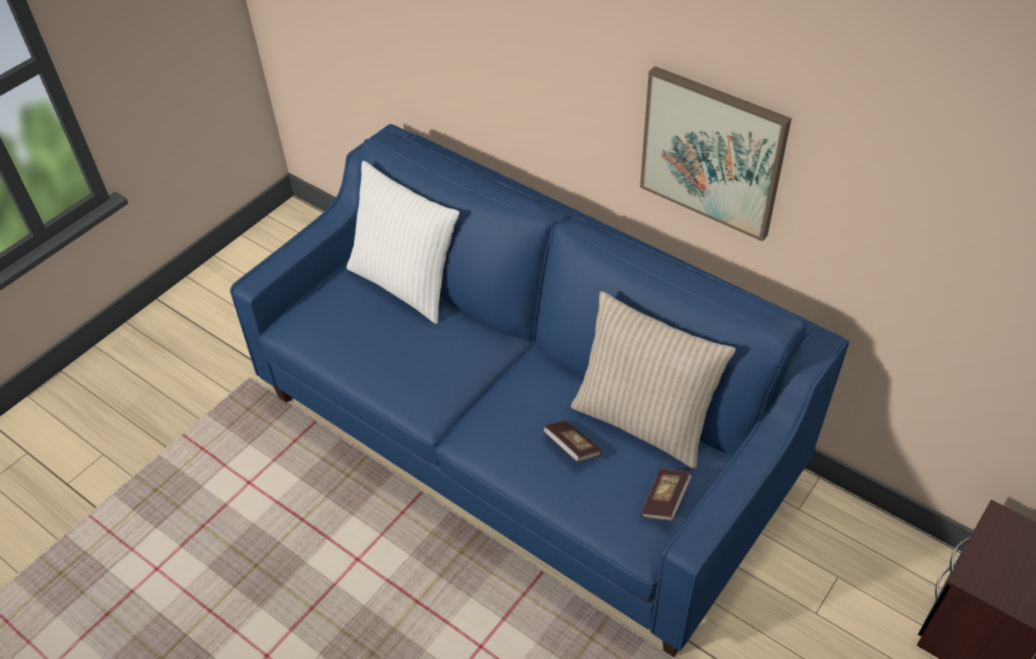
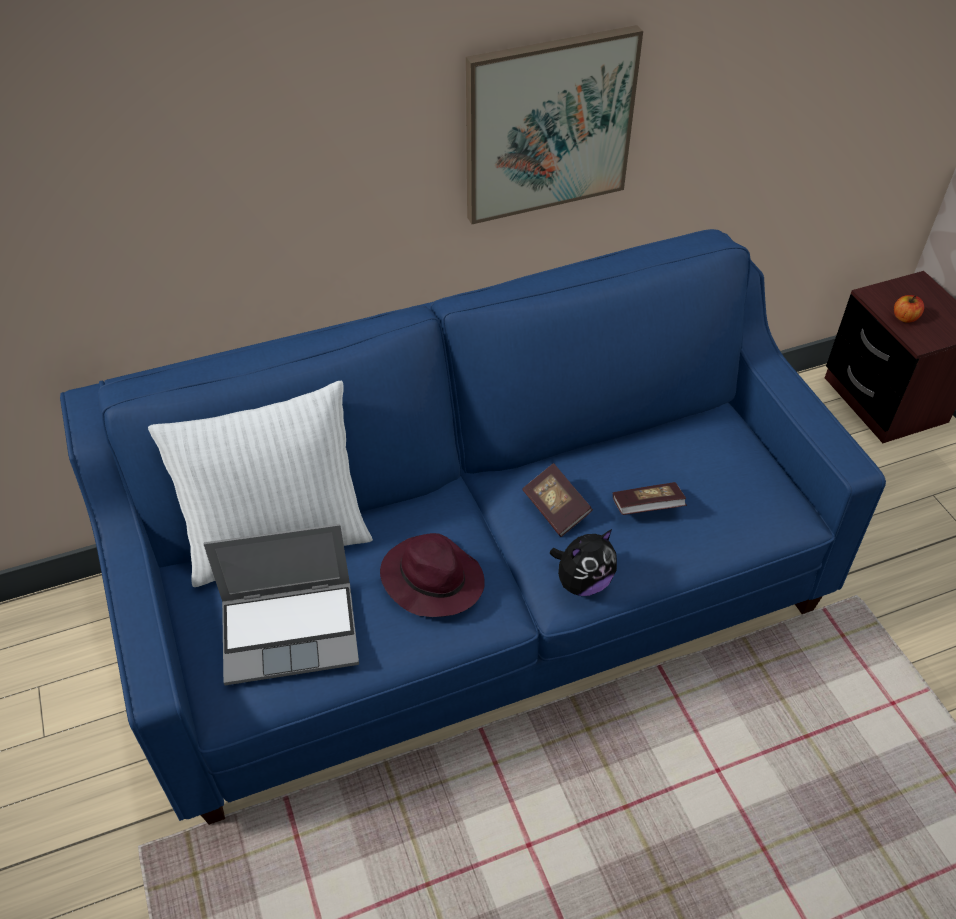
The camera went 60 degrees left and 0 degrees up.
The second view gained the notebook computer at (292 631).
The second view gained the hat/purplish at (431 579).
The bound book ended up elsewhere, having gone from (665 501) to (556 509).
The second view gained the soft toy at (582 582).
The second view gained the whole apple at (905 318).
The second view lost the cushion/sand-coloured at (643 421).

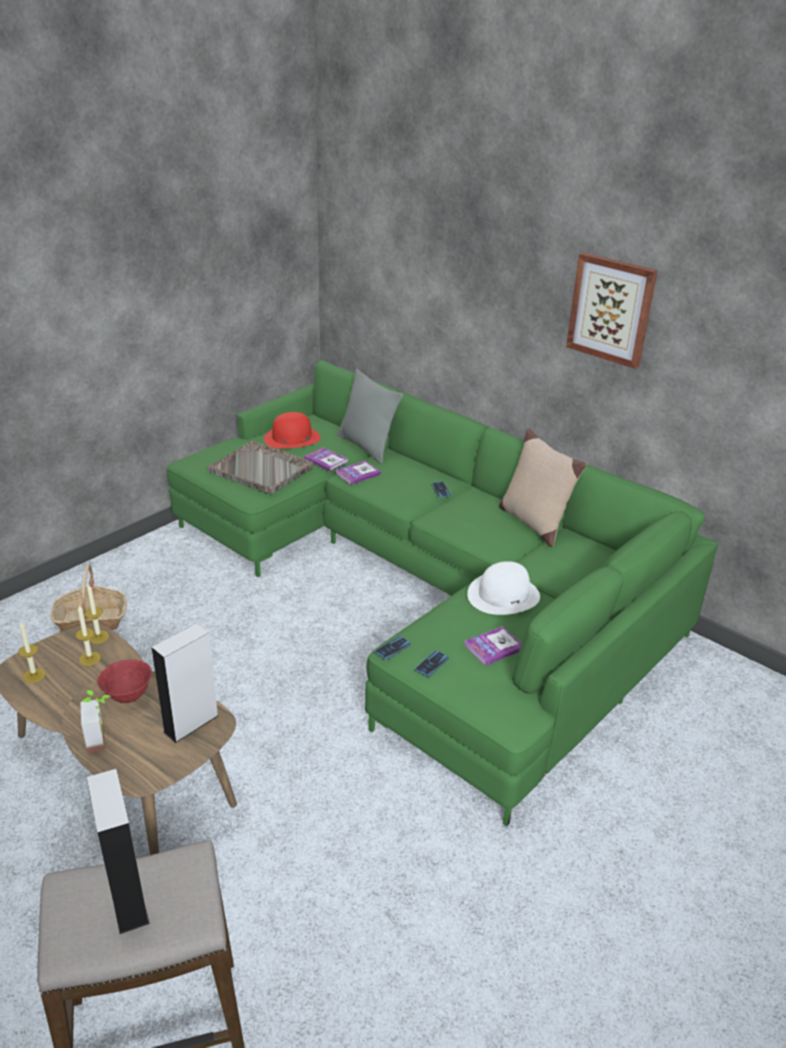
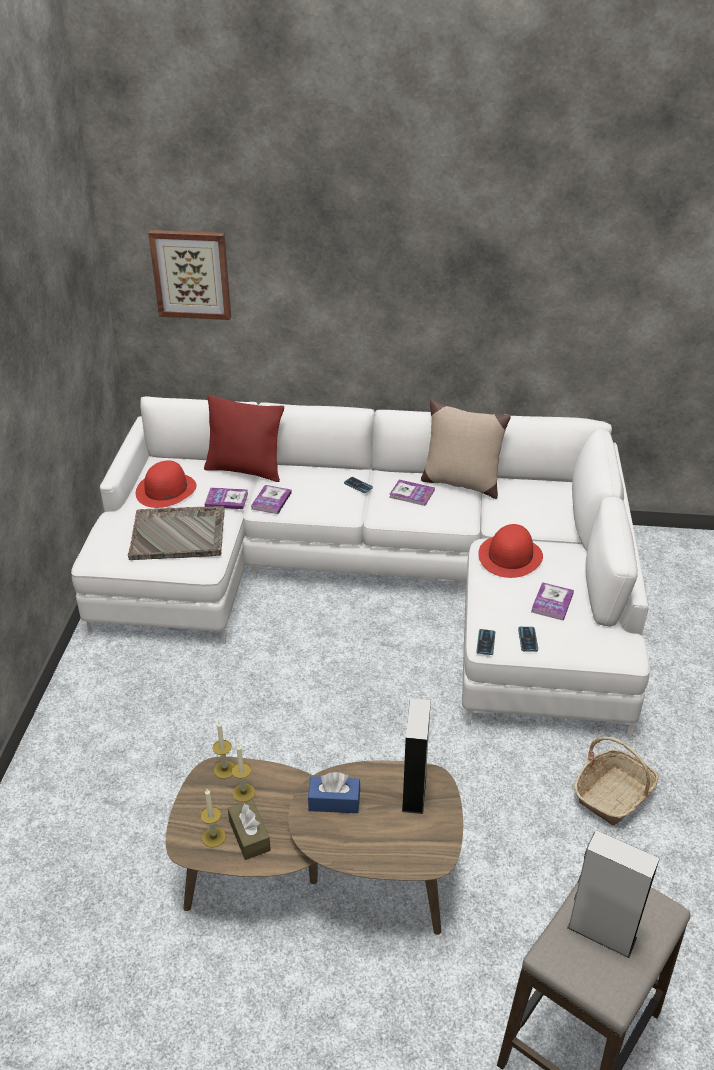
The camera went 35 degrees left and 5 degrees up.
What was the sofa/greenish at (426 588) turned into the sofa/whitish at (378 581).
The wall art ended up elsewhere, having gone from (611 309) to (191 274).
What was the cushion/greyish at (366 447) turned into the cushion/reddish at (245 470).
The second view gained the box of tissues/brown at (249 836).
Where the deep dish/reddish stood at (127 696), the box of tissues/blue came to stand at (334 801).
The second view gained the bound book at (411 494).
What was the hat/whitish at (503 594) turned into the hat/reddish at (510 556).
The storage basket ended up elsewhere, having gone from (91 620) to (613 794).
The second view lost the plant in a pot at (102 738).

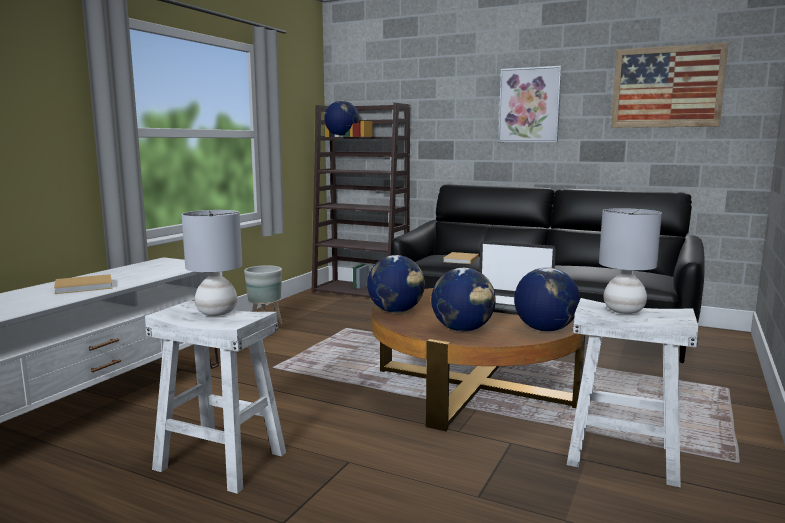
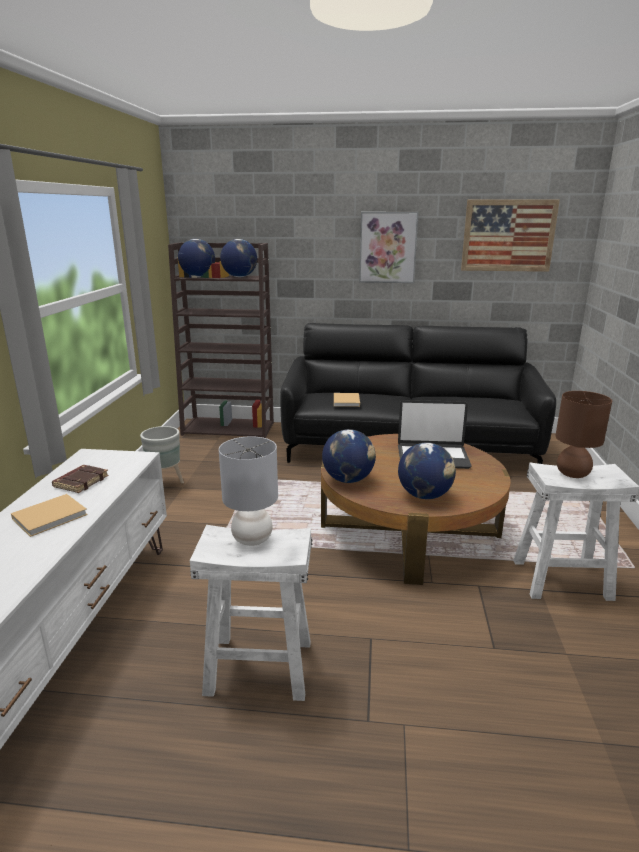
The camera went 20 degrees left and 10 degrees up.
The second view gained the bound book/brown at (81 482).
The globe ended up elsewhere, having gone from (545 329) to (239 277).
What was the lamp for a table/greyish at (623 310) turned into the lamp for a table/brown at (572 474).

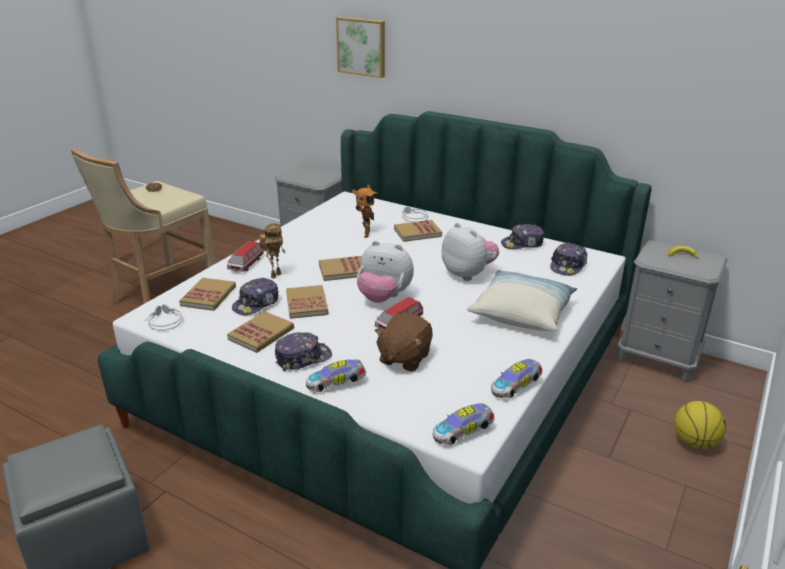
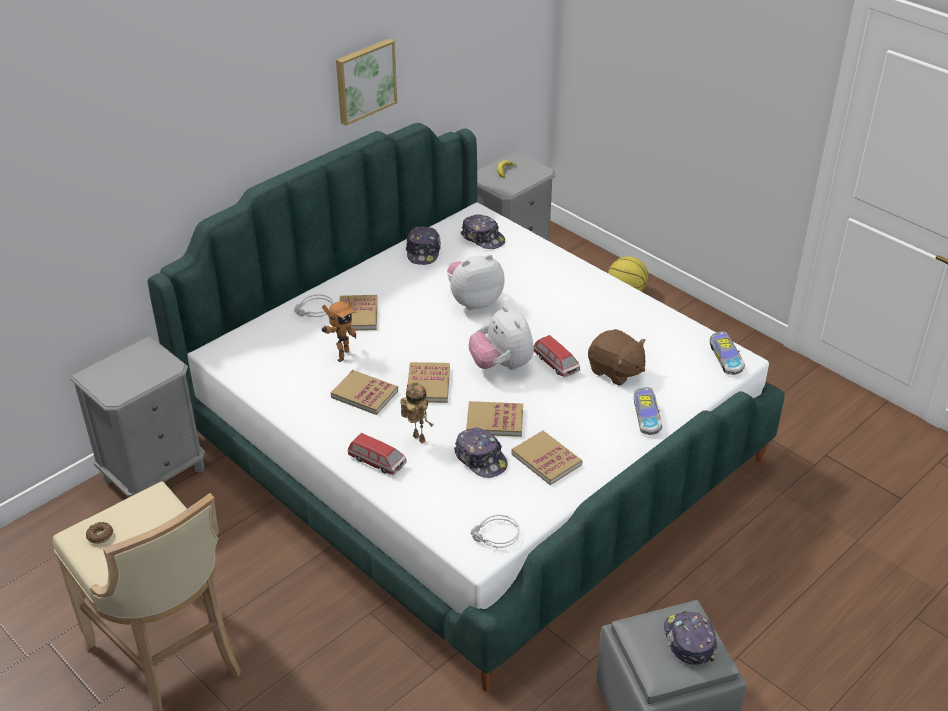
The camera went 75 degrees left and 10 degrees up.
The model robot at (364 234) ended up facing another way, 90 degrees clockwise from before.
The bound book ended up elsewhere, having gone from (208 296) to (364 394).
The wall art ended up elsewhere, having gone from (362 46) to (364 80).
The soft toy at (384 298) ended up facing another way, 120 degrees clockwise from before.
The baseball cap ended up elsewhere, having gone from (303 358) to (688 641).
The second view lost the cushion at (521 313).
The second view lost the toy car at (516 386).

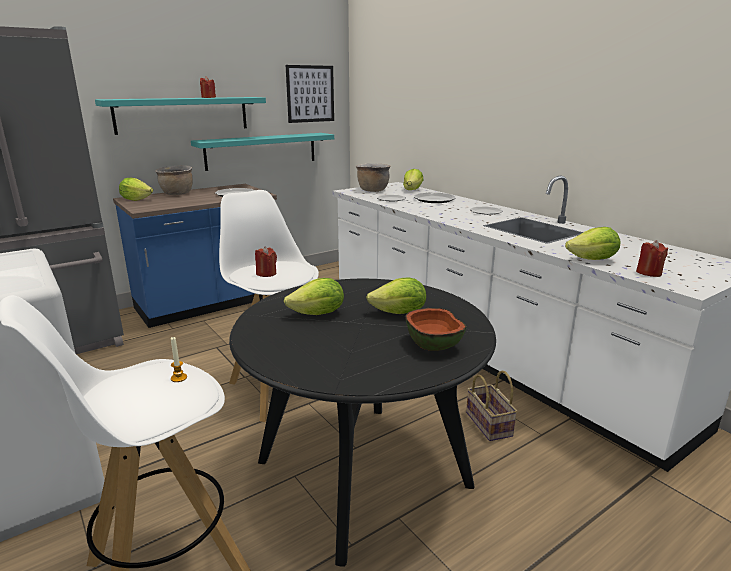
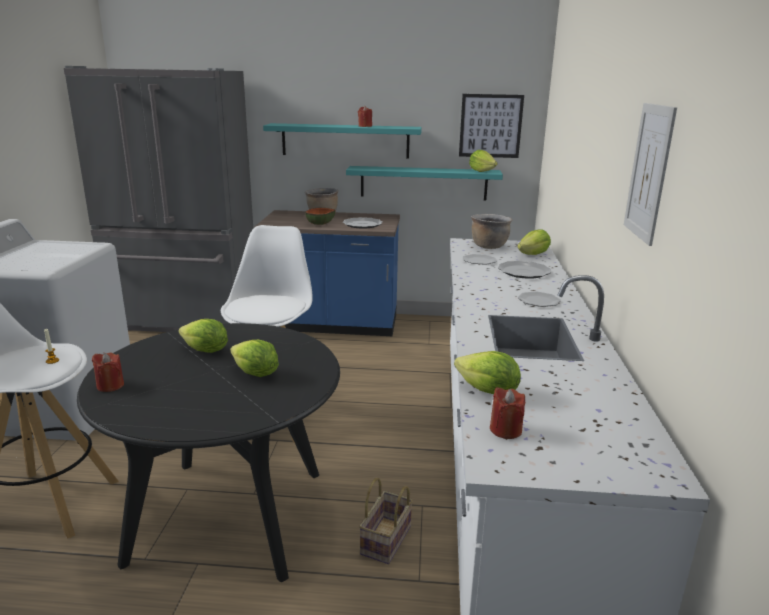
The camera went 40 degrees right and 0 degrees up.
The wax light/reddish ended up elsewhere, having gone from (266 273) to (110 385).
The deep dish ended up elsewhere, having gone from (434 345) to (320 224).
The lettuce head ended up elsewhere, having gone from (136 199) to (481 171).
The second view gained the wall art at (649 172).

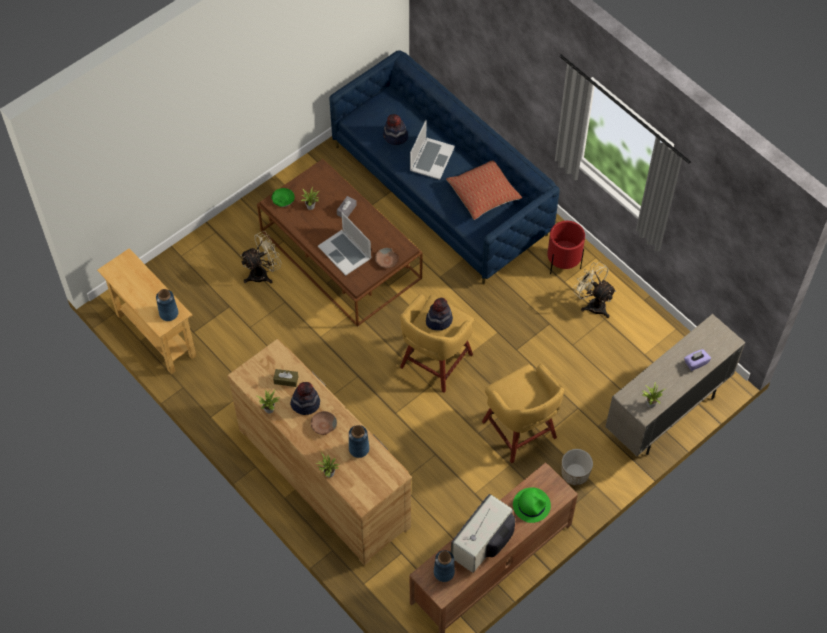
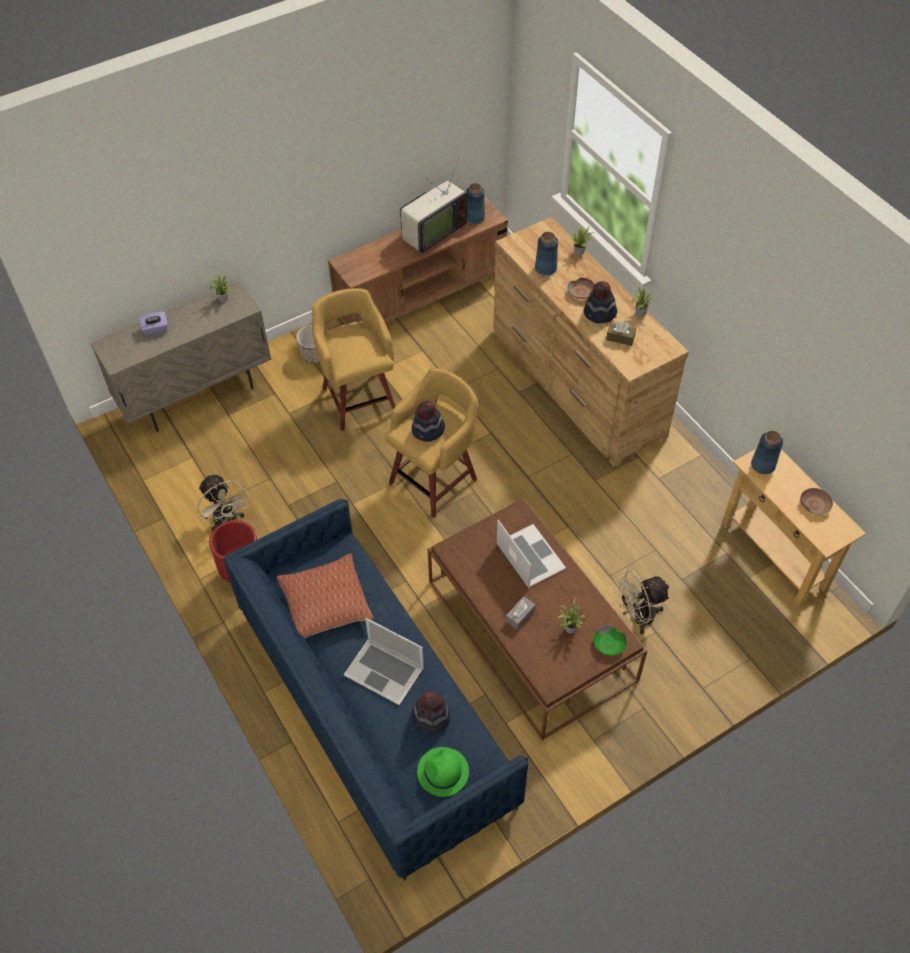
The camera went 170 degrees left and 5 degrees down.
The notebook computer at (431 158) ended up facing another way, 90 degrees counterclockwise from before.
The hat/greenish ended up elsewhere, having gone from (531 505) to (442 772).
The deep dish/brown ended up elsewhere, having gone from (387 261) to (814 504).

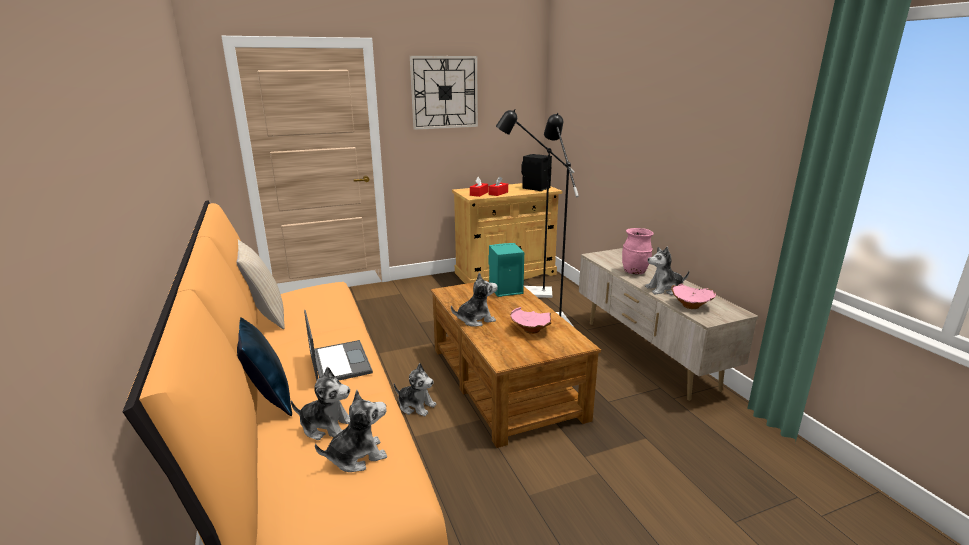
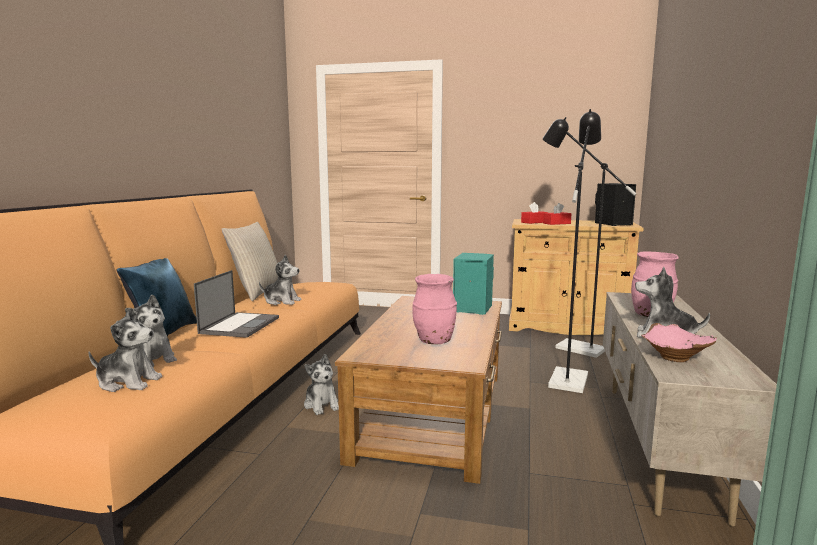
The camera went 35 degrees right and 10 degrees down.
The soft toy ended up elsewhere, having gone from (475 319) to (282 301).
Where the deep dish/pink stood at (531 330), the flower vase/pink came to stand at (434 341).
The second view lost the clock on the wall at (444 92).

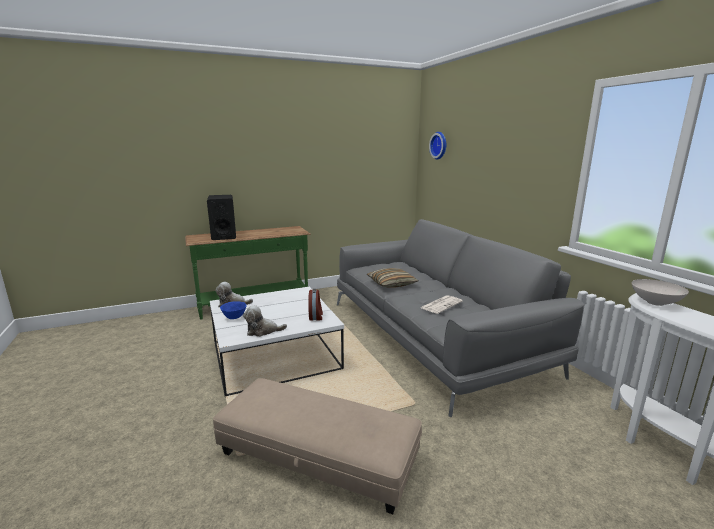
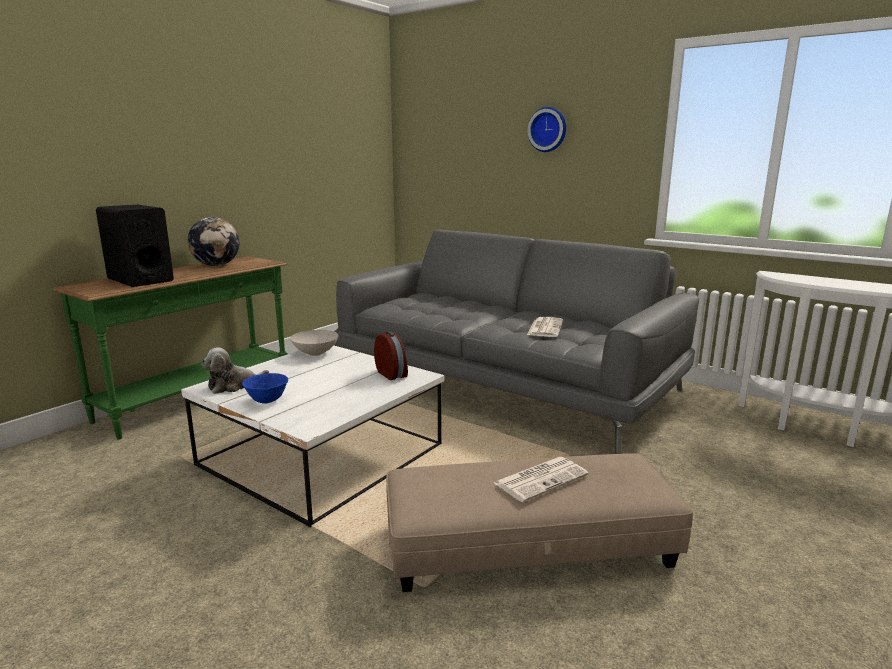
The camera went 30 degrees left and 0 degrees up.
The second view gained the globe at (216 265).
The deep dish/whitish ended up elsewhere, having gone from (656 303) to (316 353).
The second view gained the newspaper at (541 479).
The clock on the wall ended up elsewhere, having gone from (439 145) to (548 129).
The second view lost the soft toy at (263 331).
The second view lost the cushion at (391 284).

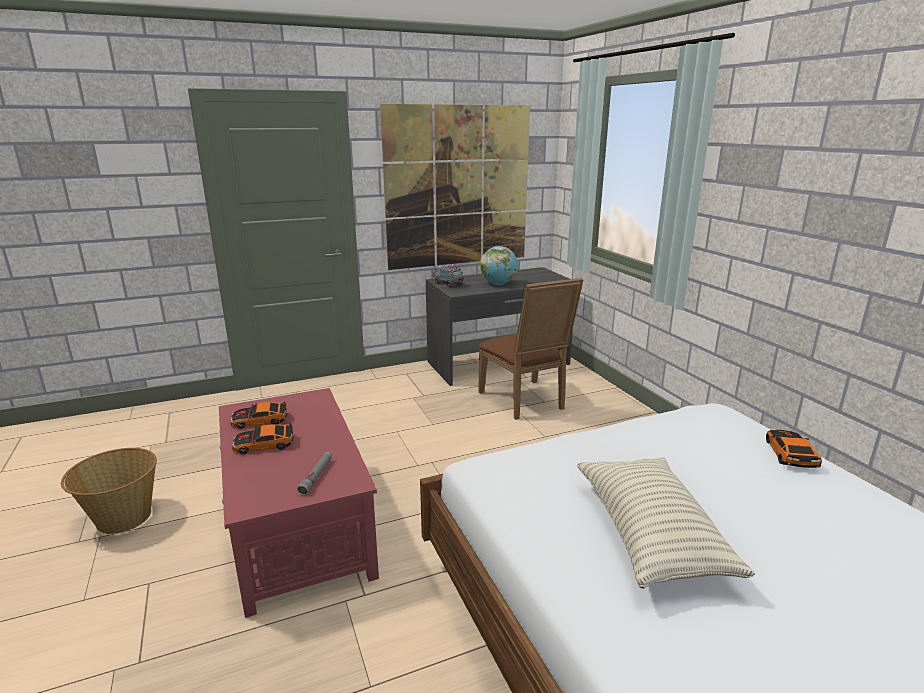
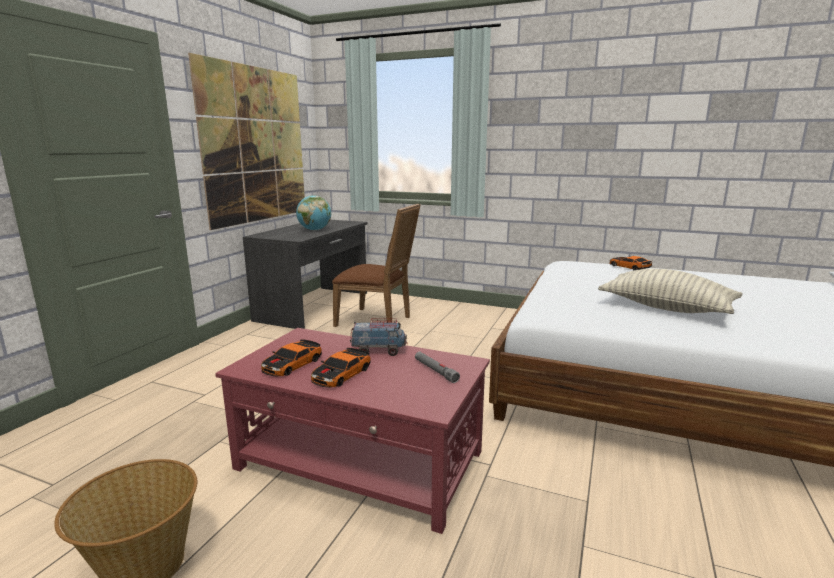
The camera went 45 degrees left and 5 degrees down.
The toy truck ended up elsewhere, having gone from (448 284) to (379 351).

